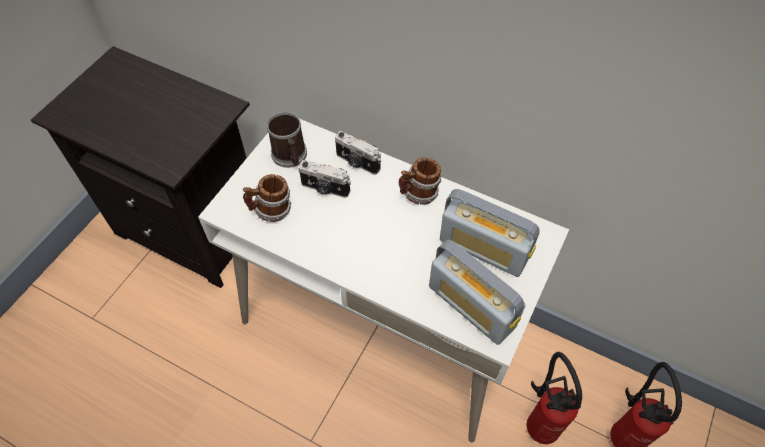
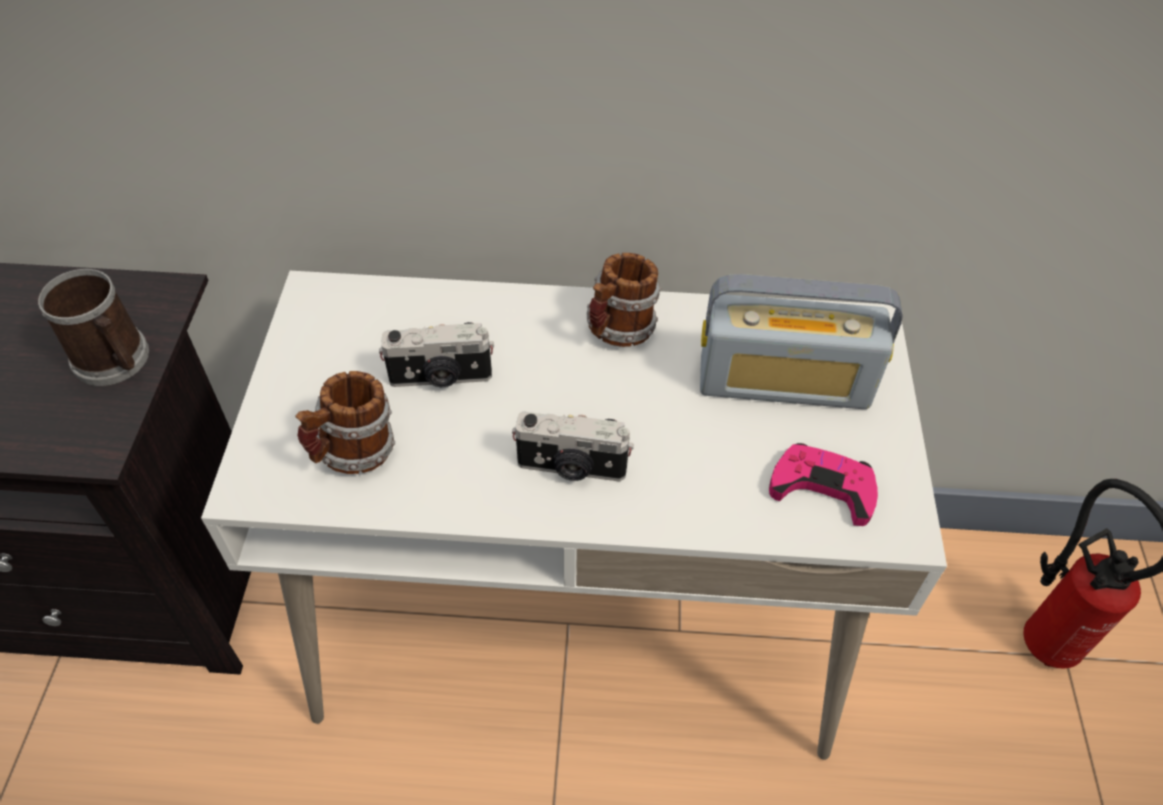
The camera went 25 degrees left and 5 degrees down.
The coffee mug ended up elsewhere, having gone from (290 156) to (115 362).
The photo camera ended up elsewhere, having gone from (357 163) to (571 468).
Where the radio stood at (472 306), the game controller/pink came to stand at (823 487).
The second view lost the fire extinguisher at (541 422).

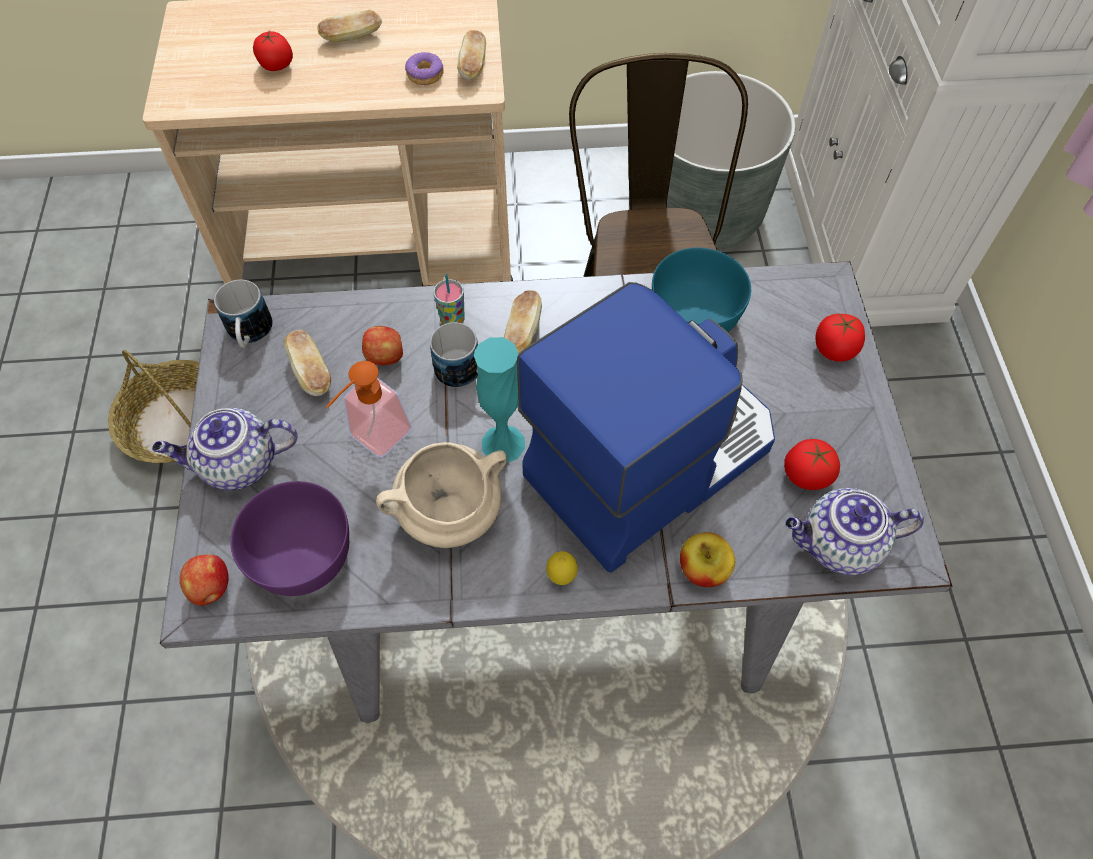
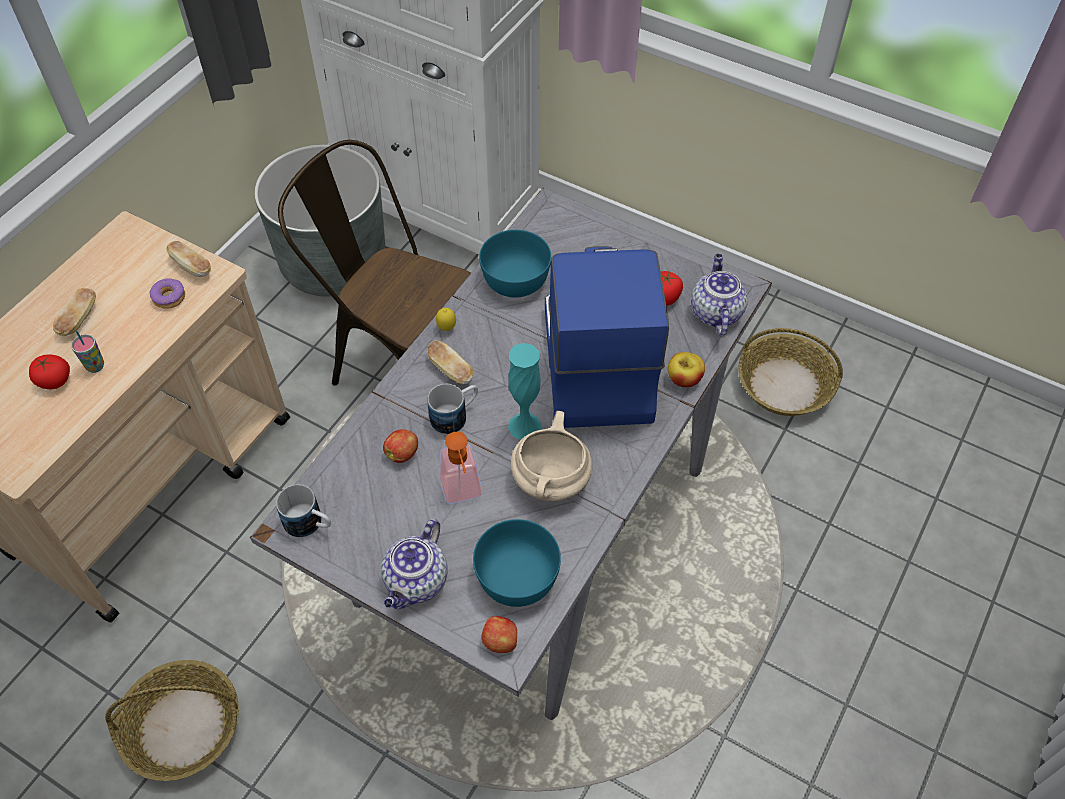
The camera went 55 degrees left and 5 degrees down.
The drinking cup ended up elsewhere, having gone from (452 321) to (95 366).
The whole lemon ended up elsewhere, having gone from (561 576) to (446 328).
What was the deep dish/purplish at (304 555) turned into the deep dish/turquoise-coloured at (518 576).
The teapot at (838 545) ended up facing another way, 150 degrees clockwise from before.
The second view gained the storage basket at (785 385).
The second view lost the bakery bread at (311 372).
The second view lost the fresh tomato at (834 349).

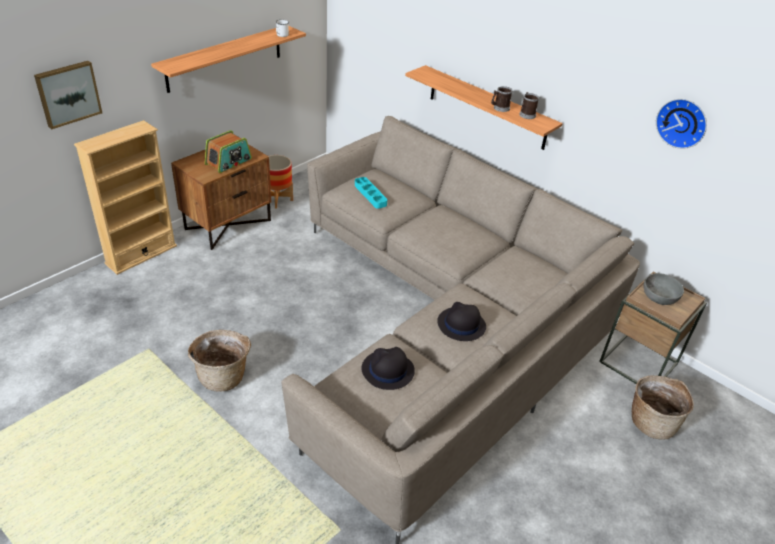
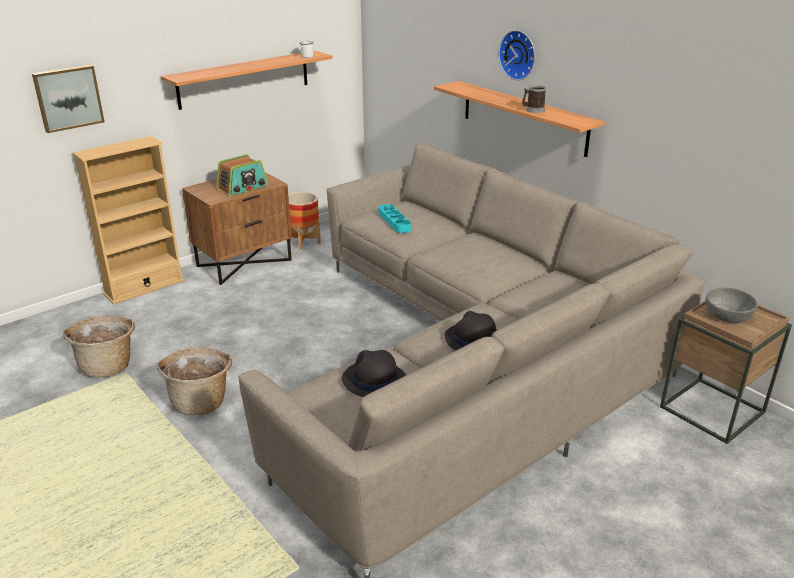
The camera went 10 degrees right and 10 degrees down.
The storage basket ended up elsewhere, having gone from (652 421) to (108 365).
The clock on the wall ended up elsewhere, having gone from (682 122) to (519 54).
The second view lost the coffee mug at (526 114).

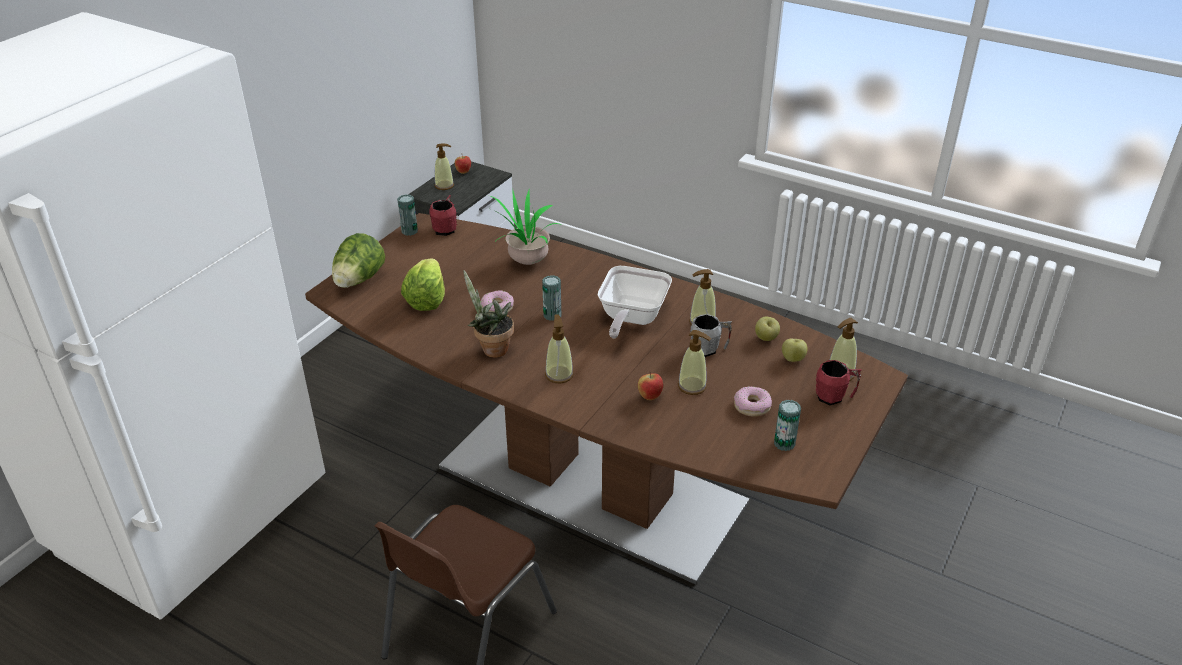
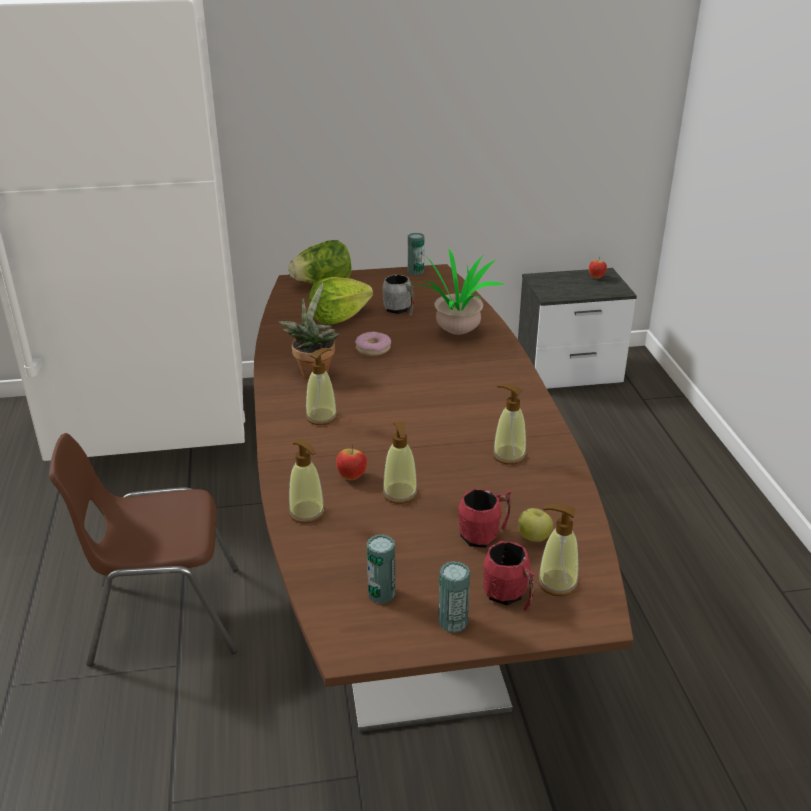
The camera went 50 degrees right and 5 degrees down.
The soap dispenser ended up elsewhere, having gone from (444 185) to (307 512).
The coffee mug/greyish ended up elsewhere, having gone from (709 349) to (400 310).
The metal can ended up elsewhere, having gone from (552 315) to (453 622).
The coffee mug/reddish ended up elsewhere, having gone from (446 228) to (484 535).
The second view lost the pan at (631 318).
The second view lost the donut at (752 406).
The second view lost the whole apple at (766 338).

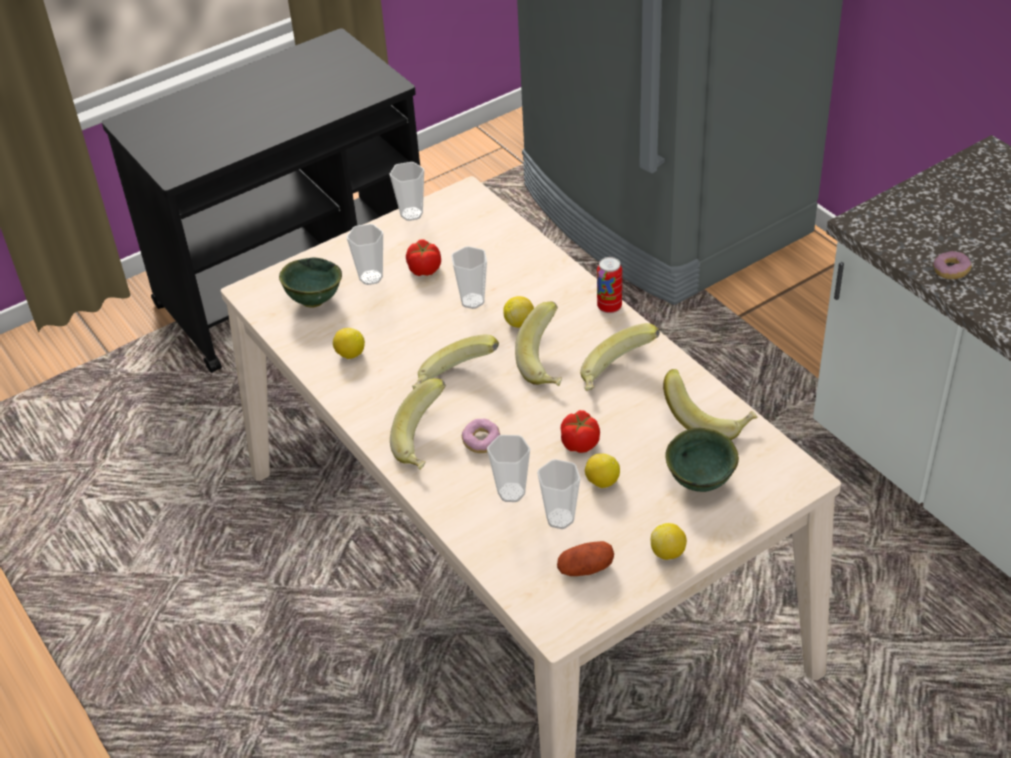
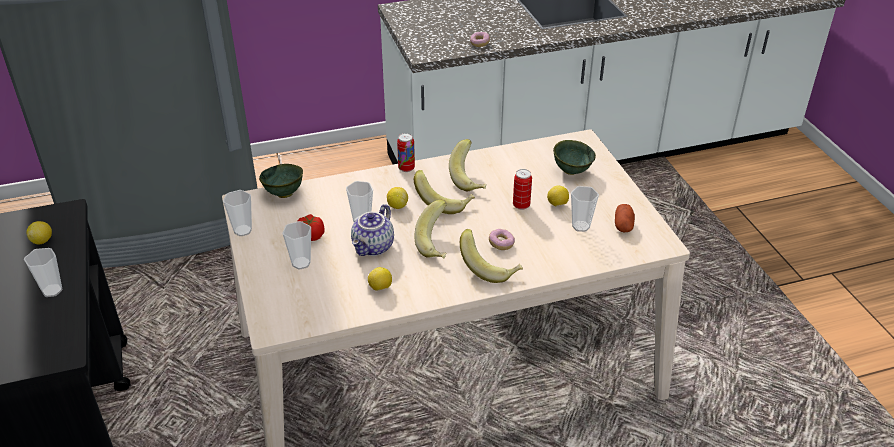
The camera went 75 degrees left and 5 degrees down.
The drinking cup ended up elsewhere, having gone from (511 492) to (52 290).
The whole lemon ended up elsewhere, having gone from (668 553) to (42 241).
The deep dish/greenish ended up elsewhere, having gone from (313 300) to (283 194).
The second view gained the teapot at (374 247).
Where the fresh tomato stood at (580 443), the metal can came to stand at (521 205).
The second view lost the whole banana at (708 420).

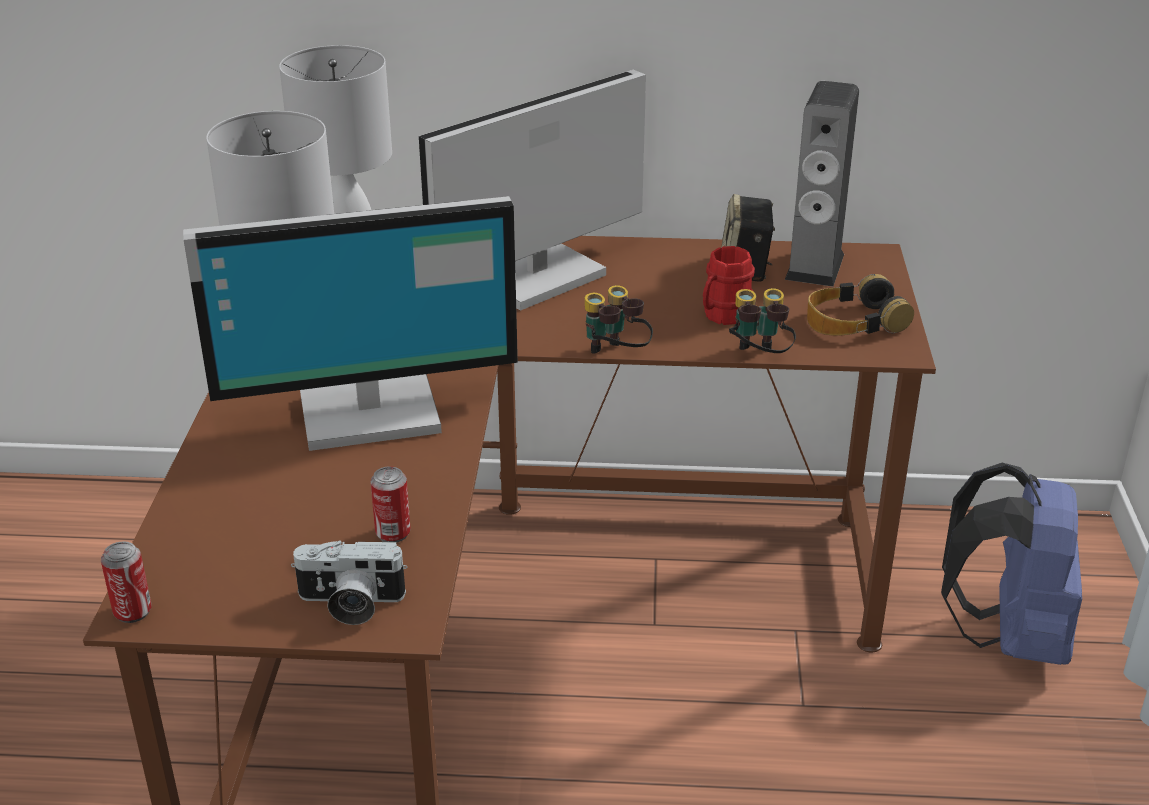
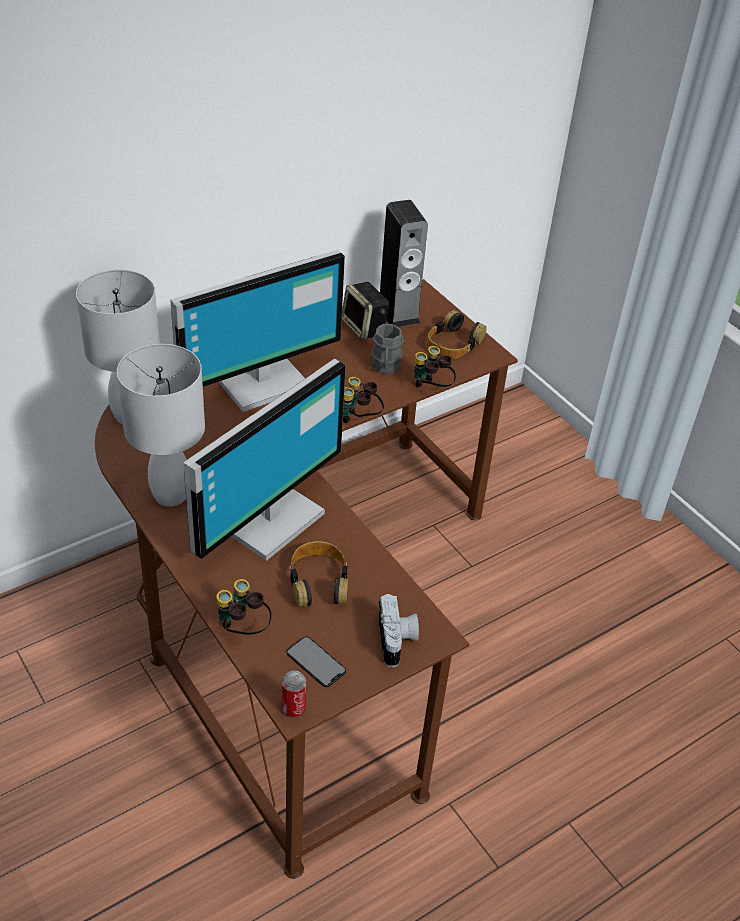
The camera went 40 degrees left and 10 degrees up.
The monitor at (541 279) ended up facing another way, 135 degrees counterclockwise from before.
The second view gained the pair of binoculars at (242 630).
The second view gained the handset at (316 662).
The second view gained the headphones at (318 581).
What was the coffee mug/reddish at (722 315) turned into the coffee mug/greyish at (385 367).
The photo camera at (350 604) ended up facing another way, 60 degrees counterclockwise from before.
The second view lost the metal can at (393 533).
The second view lost the knapsack/blue at (1008 636).

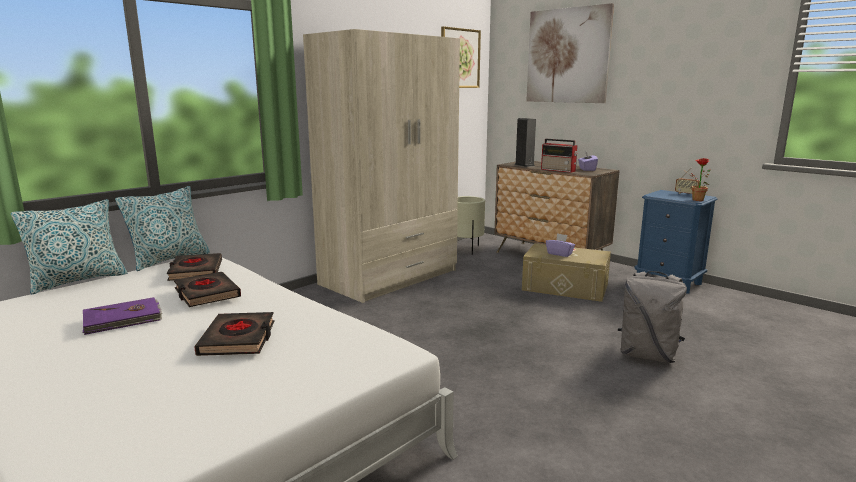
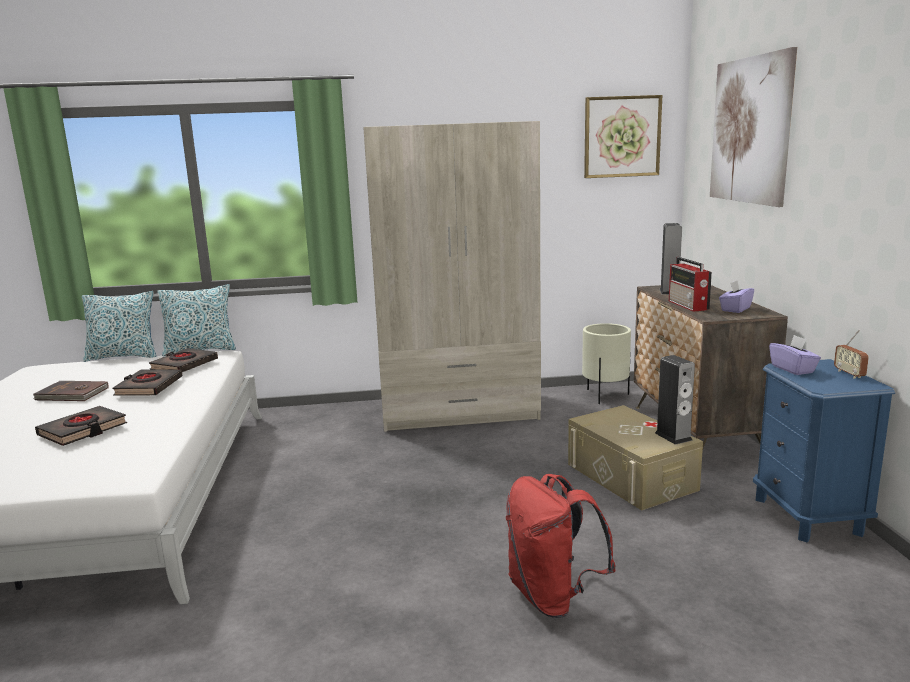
The camera went 40 degrees right and 0 degrees up.
What was the bound book/purplish at (123 319) turned into the bound book/brown at (72 394).
What was the knapsack/greyish at (648 355) turned into the knapsack/reddish at (553 597).
The second view gained the audio speaker at (673 436).
The box of tissues/purplish ended up elsewhere, having gone from (559 254) to (793 369).
The second view lost the plant in a pot at (695 199).

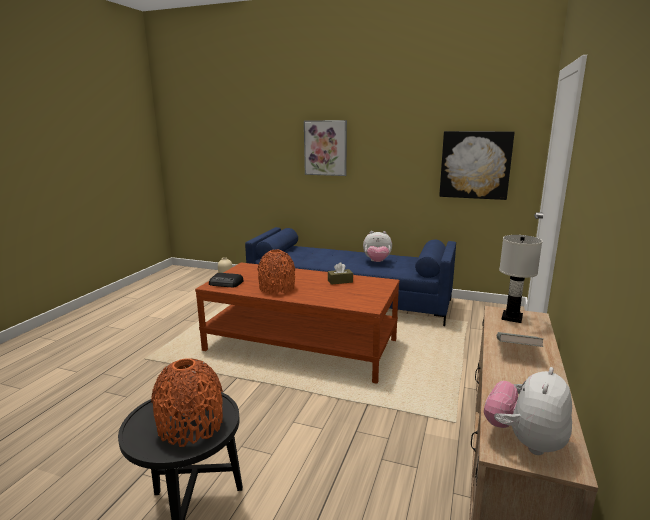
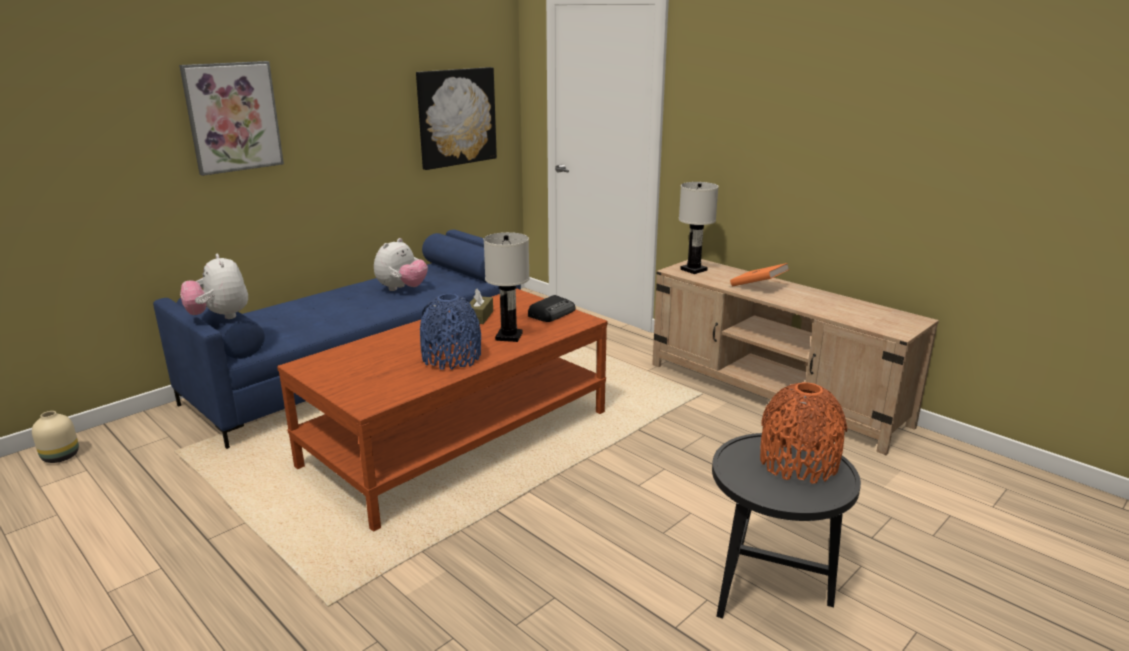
The camera went 65 degrees left and 5 degrees up.
The soft toy ended up elsewhere, having gone from (525 441) to (220 317).
What was the flower vase/orange-coloured at (277 288) turned into the flower vase/blue at (451 358).
The second view gained the lamp for a table/whitish at (508 336).
The radio ended up elsewhere, having gone from (226 283) to (552 313).
What was the bound book/greyish at (516 350) turned into the bound book/orange-coloured at (758 287).

